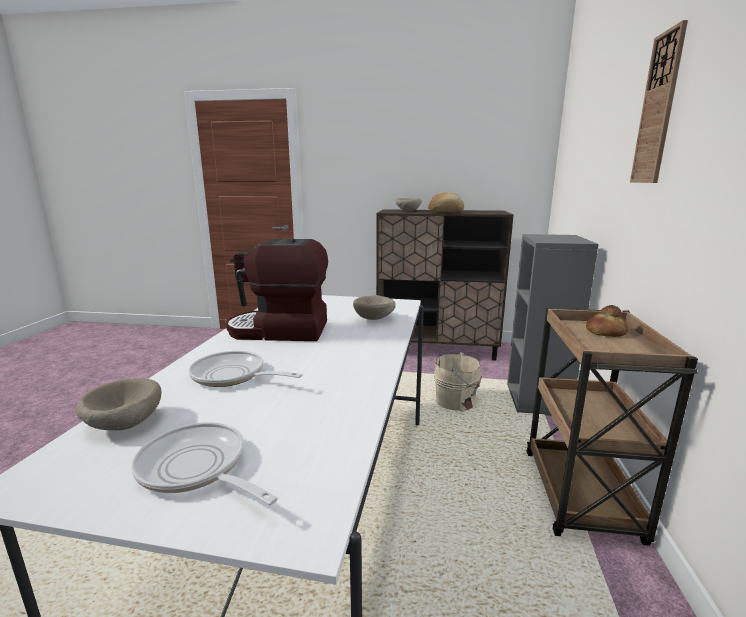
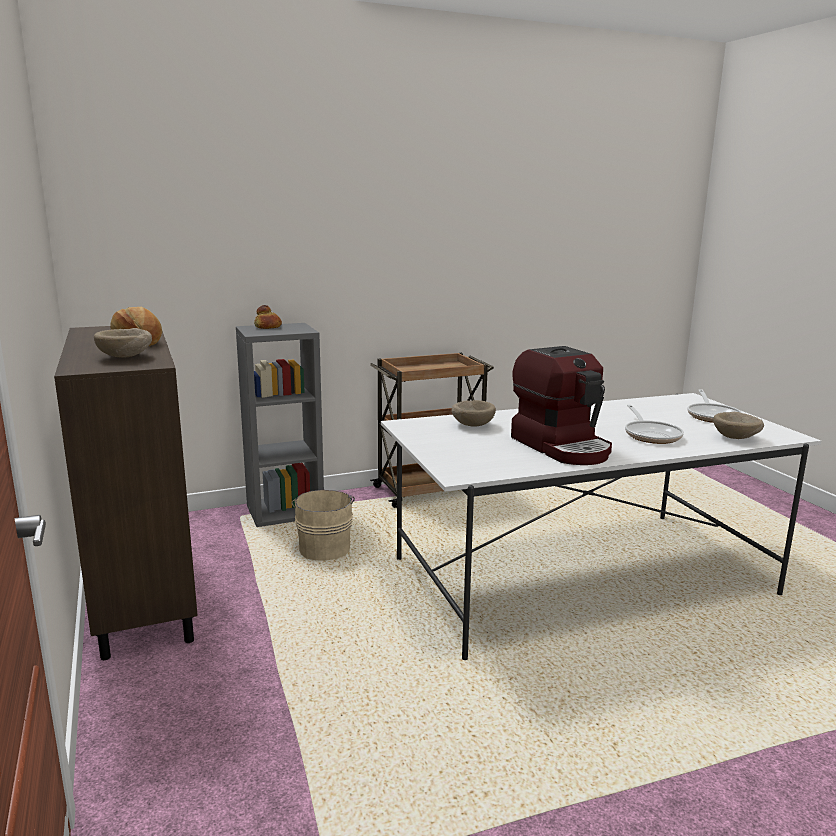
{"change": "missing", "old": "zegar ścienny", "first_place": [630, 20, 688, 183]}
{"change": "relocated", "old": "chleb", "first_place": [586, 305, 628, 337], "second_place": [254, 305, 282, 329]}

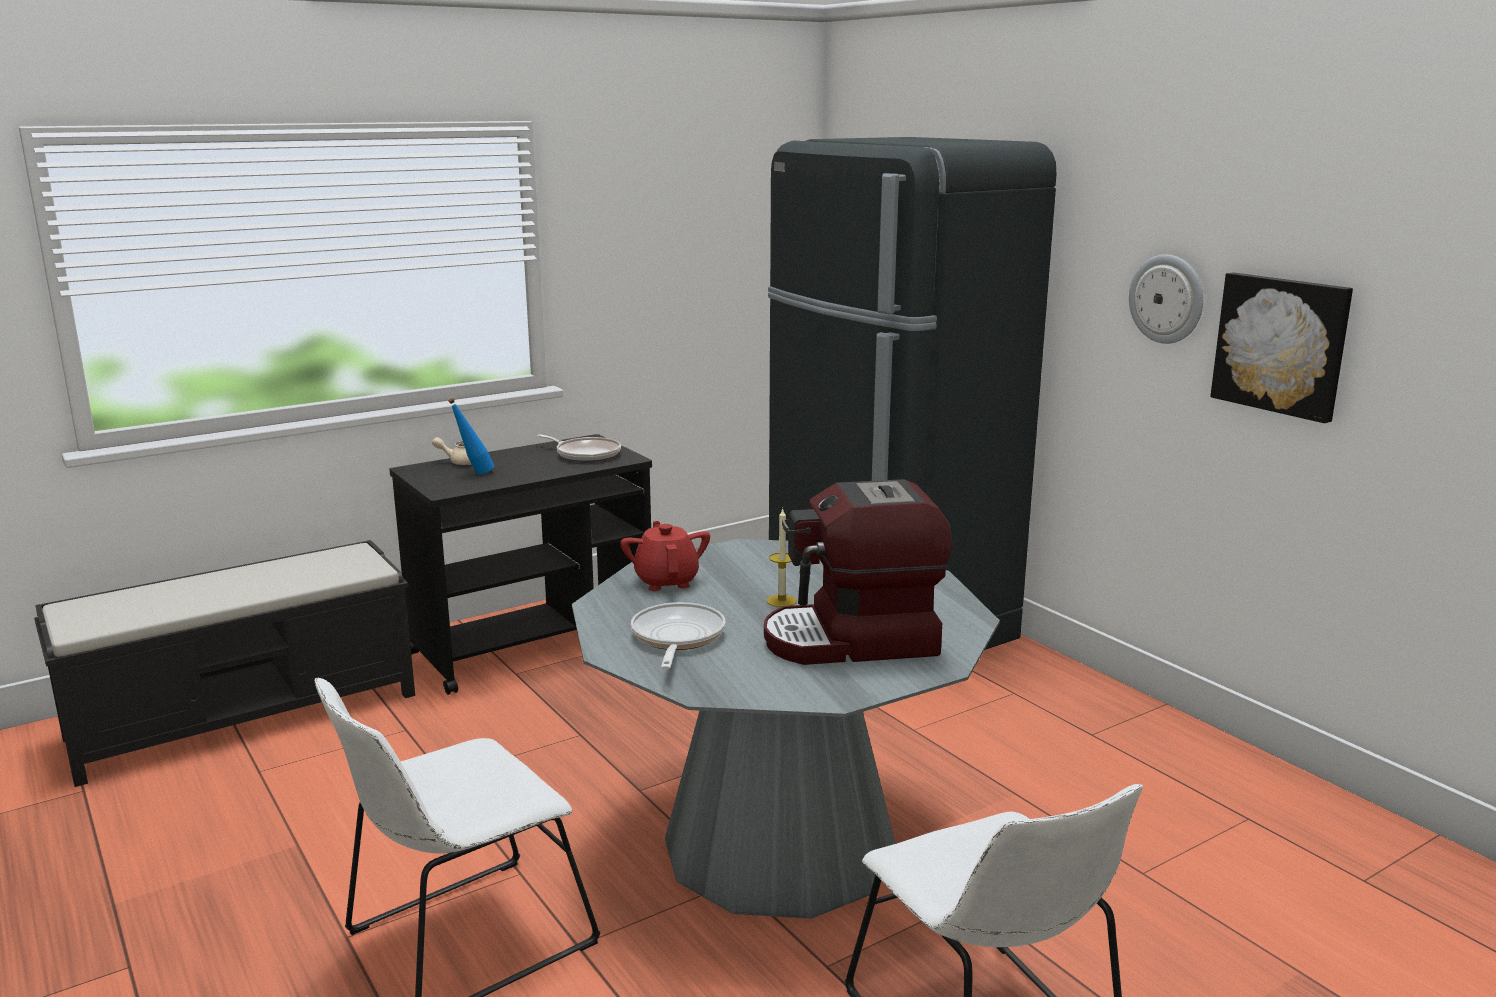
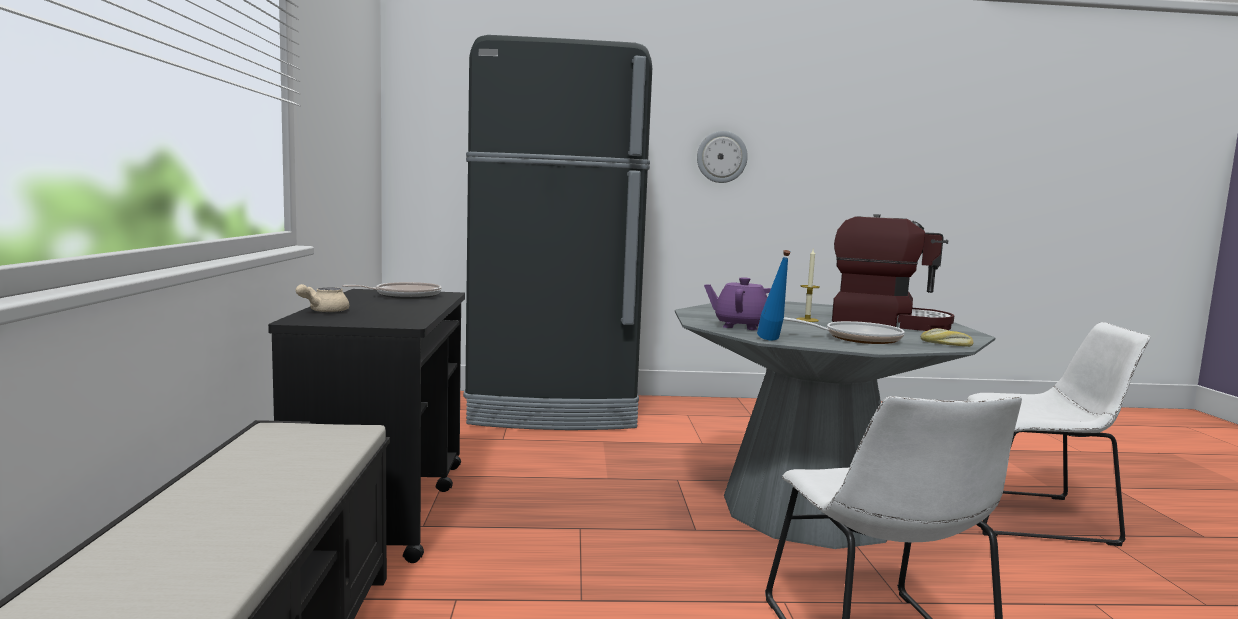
{"change": "missing", "old": "obraz", "first_place": [1211, 272, 1353, 423]}
{"change": "relocated", "old": "butelka [niebieski]", "first_place": [448, 398, 494, 474], "second_place": [757, 250, 791, 341]}
{"change": "spun", "old": "ekspres do kawy", "first_place": [764, 479, 952, 665], "second_place": [832, 214, 955, 331], "degrees": -90}
{"change": "colour", "old": "imbryk [czerwony]", "new": "imbryk [fioletowy]", "first_place": [621, 521, 710, 591], "second_place": [704, 277, 771, 330]}
{"change": "spun", "old": "patelnia", "first_place": [631, 602, 726, 670], "second_place": [783, 317, 905, 344], "degrees": 150}
{"change": "appeared", "new": "chleb", "second_place": [921, 328, 973, 347]}

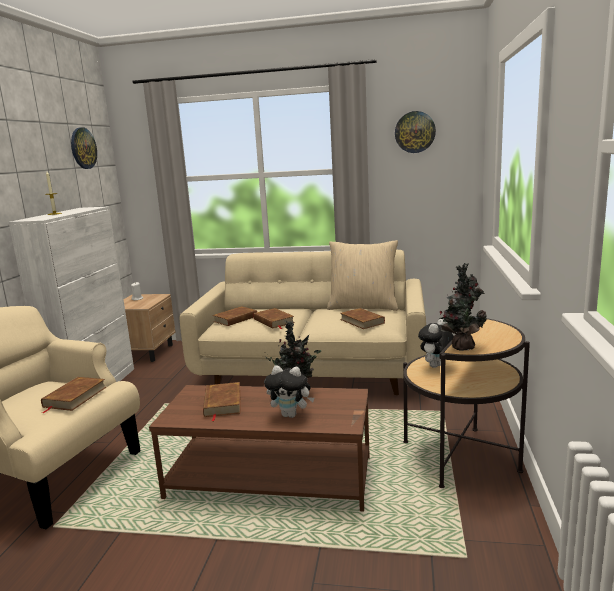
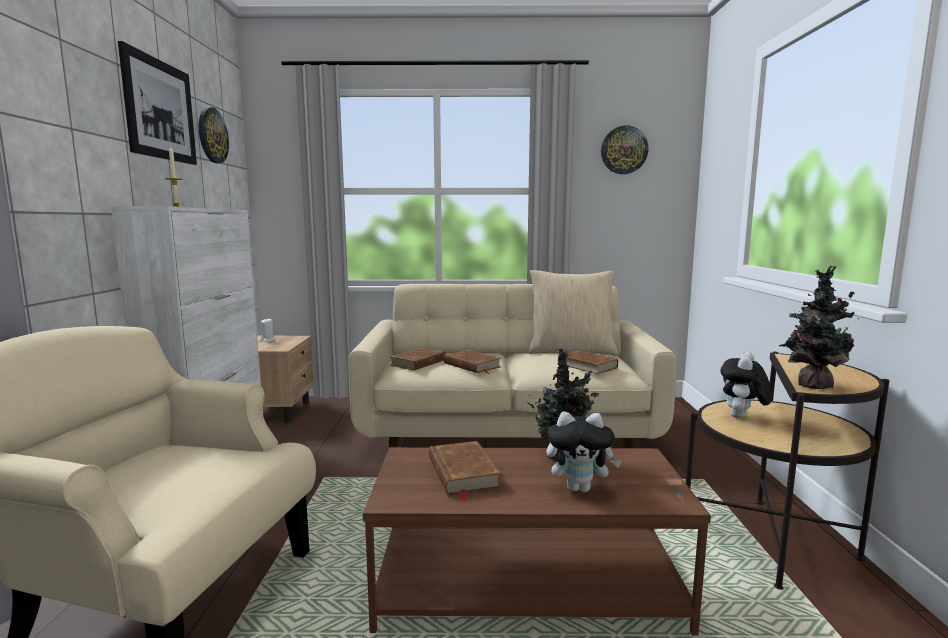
{"change": "missing", "old": "książka [brązowy]", "first_place": [41, 377, 106, 413]}
{"change": "appeared", "new": "obraz", "second_place": [118, 41, 197, 165]}

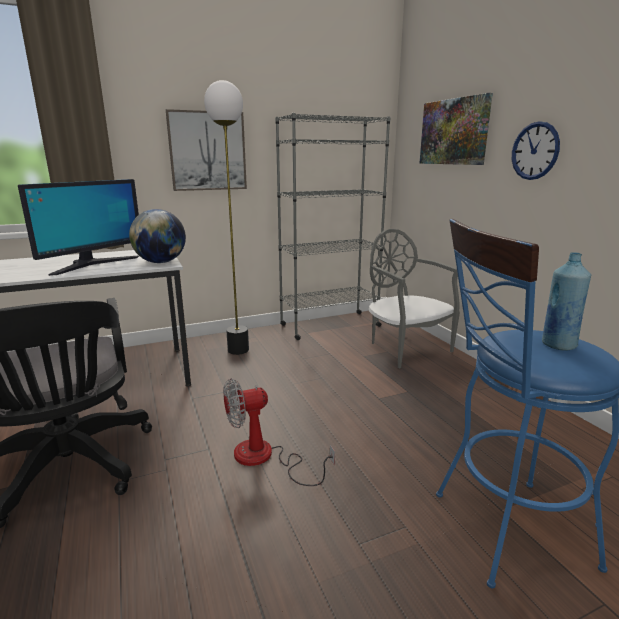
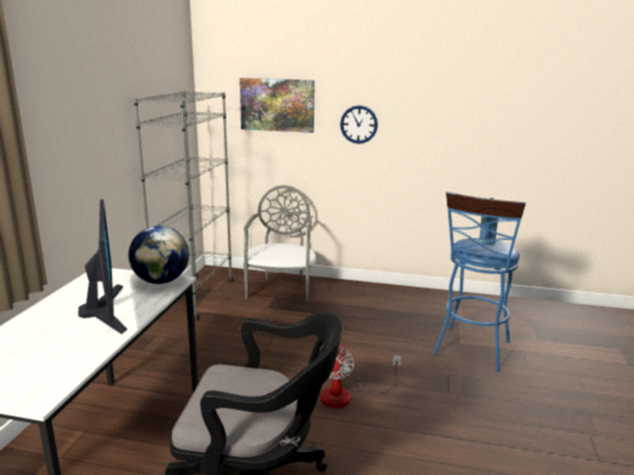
{"change": "missing", "old": "lampa stojąca", "first_place": [204, 80, 249, 355]}
{"change": "missing", "old": "obraz", "first_place": [166, 109, 247, 191]}
{"change": "spun", "old": "krzesło [szary]", "first_place": [369, 229, 460, 368], "second_place": [243, 185, 316, 303], "degrees": 90}

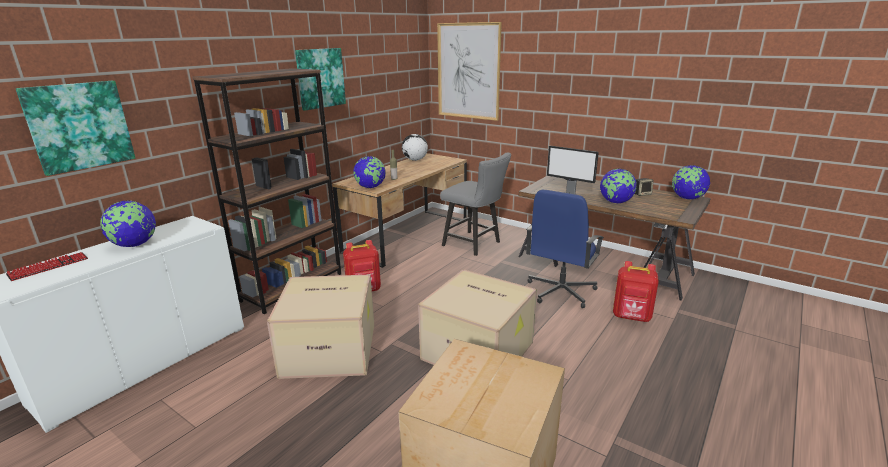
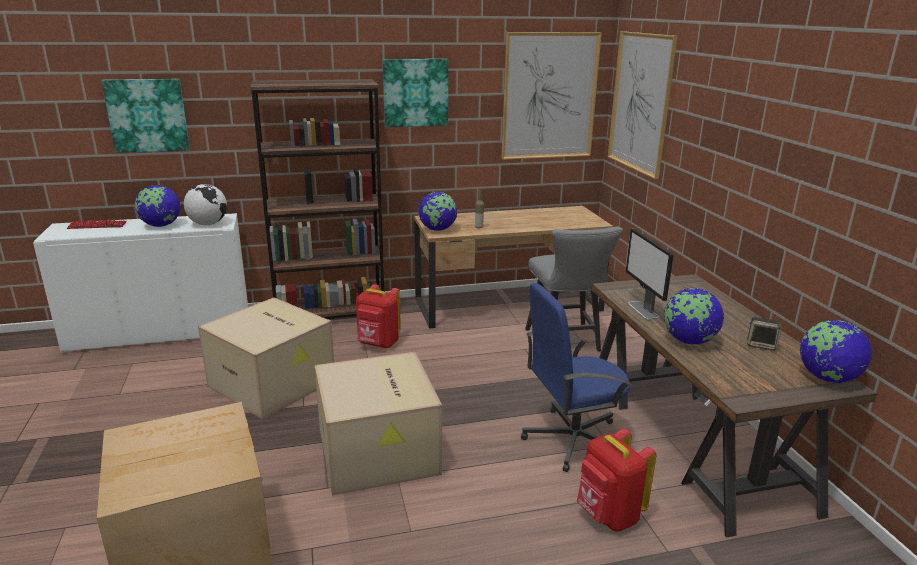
{"change": "relocated", "old": "globus", "first_place": [402, 134, 428, 161], "second_place": [184, 184, 227, 225]}
{"change": "appeared", "new": "obraz", "second_place": [501, 32, 602, 160]}

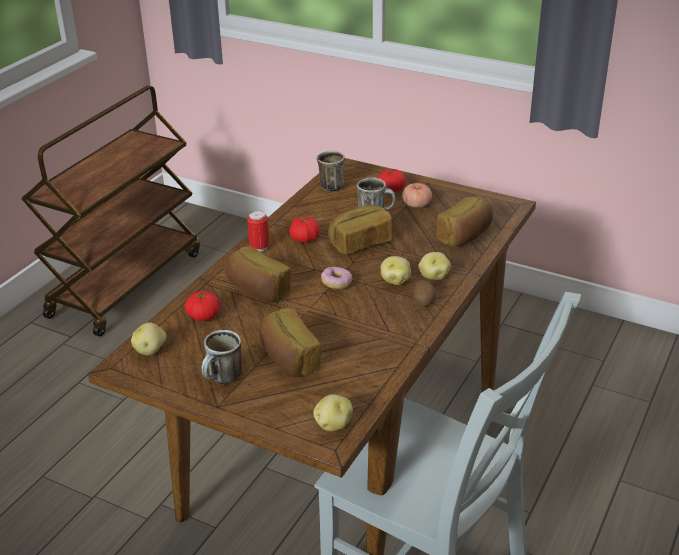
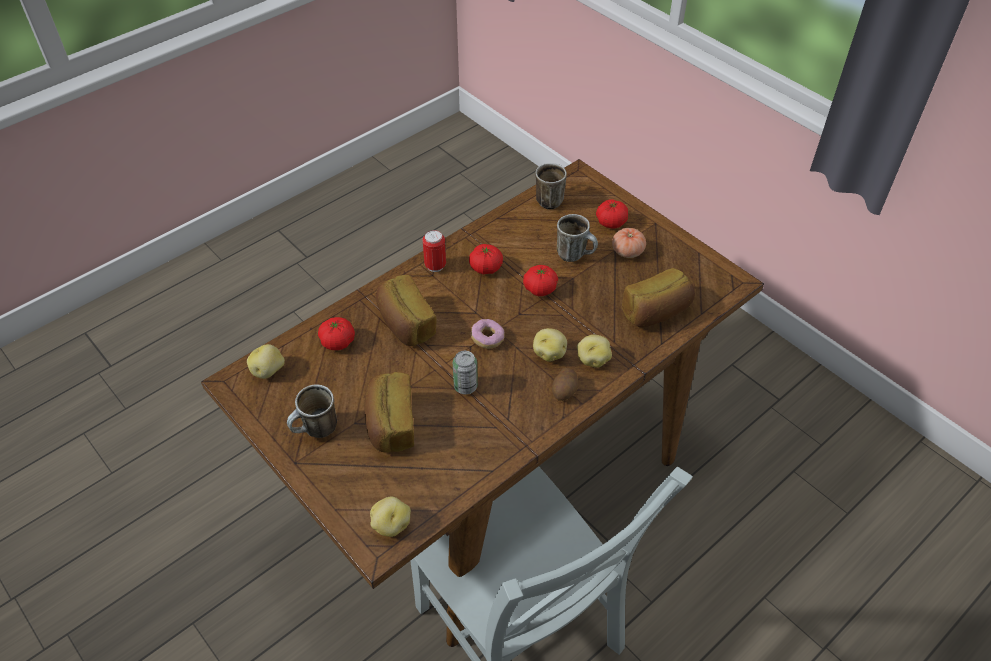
{"change": "missing", "old": "wózek [brązowy]", "first_place": [21, 85, 200, 337]}
{"change": "exchanged", "old": "chleb", "new": "pomidor", "first_place": [328, 205, 392, 255], "second_place": [523, 265, 558, 296]}
{"change": "appeared", "new": "puszka", "second_place": [453, 351, 478, 395]}

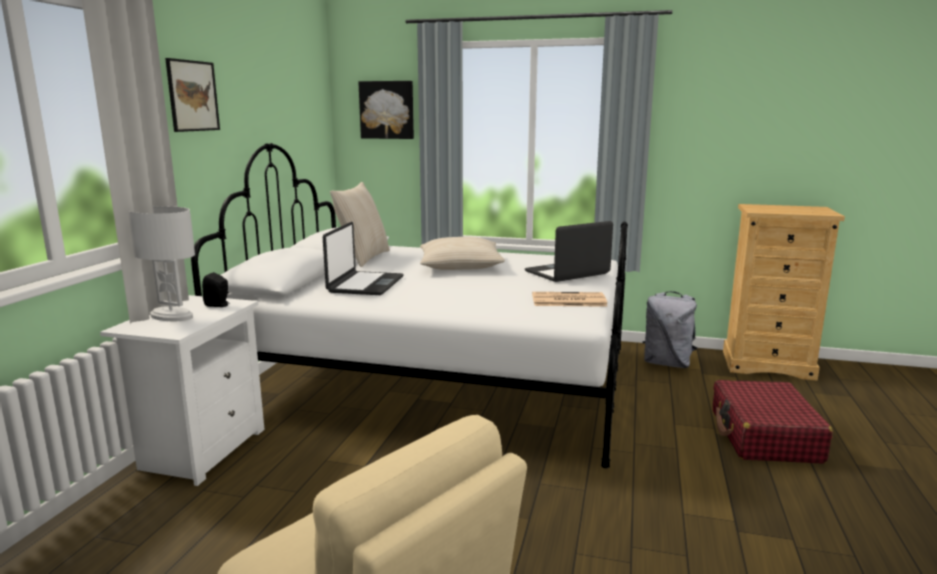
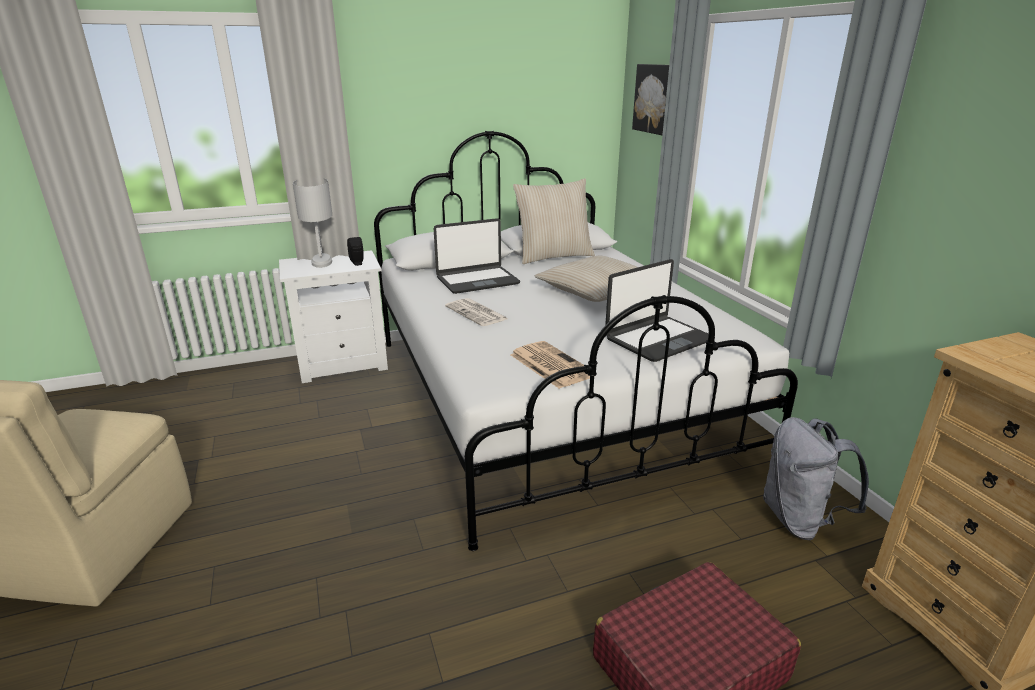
{"change": "missing", "old": "obraz", "first_place": [165, 58, 220, 132]}
{"change": "spun", "old": "laptop", "first_place": [525, 221, 613, 282], "second_place": [605, 259, 708, 362], "degrees": 120}
{"change": "appeared", "new": "gazeta", "second_place": [445, 298, 508, 326]}

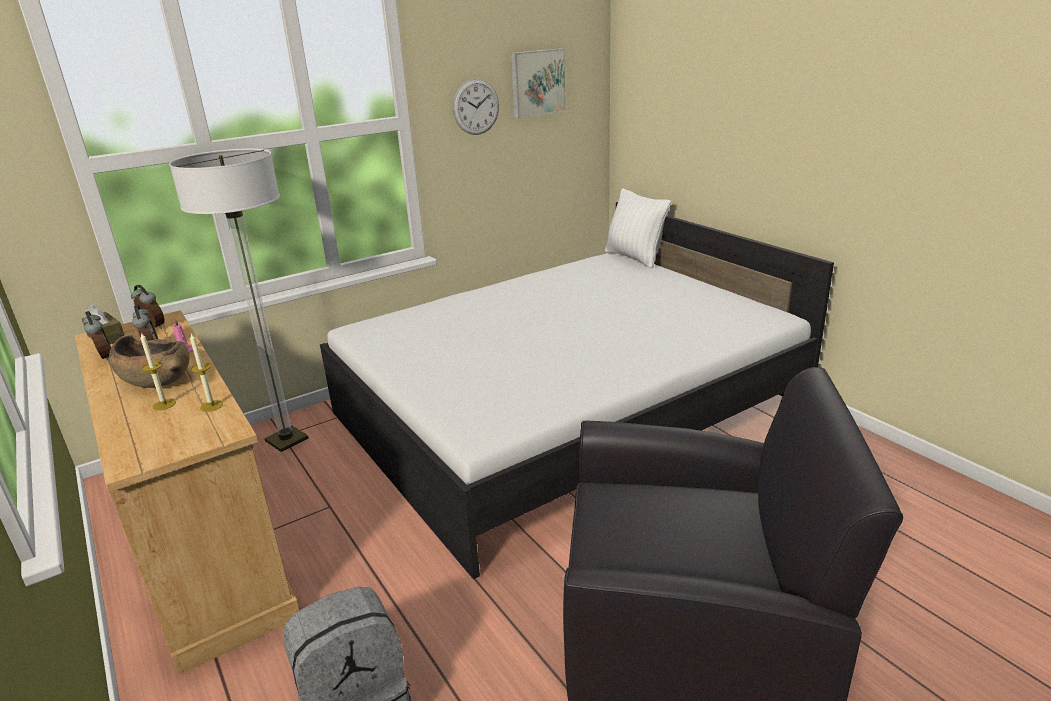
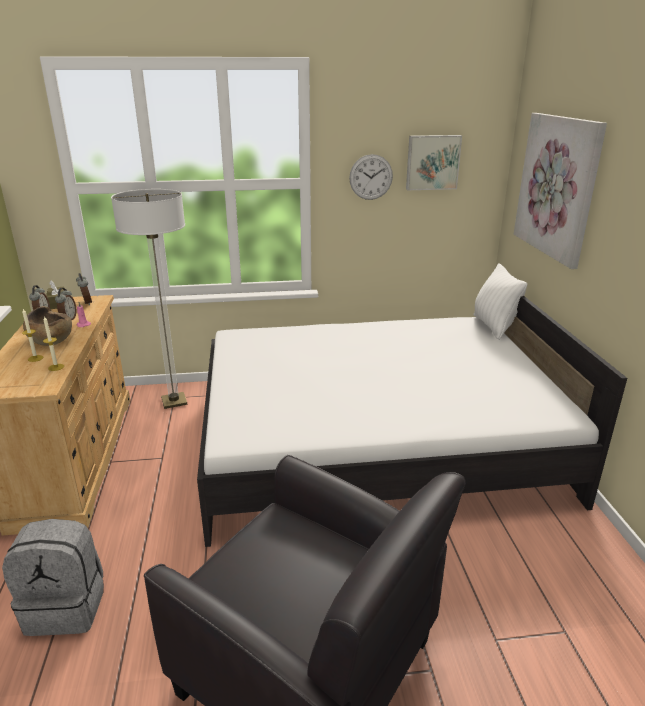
{"change": "appeared", "new": "obraz", "second_place": [514, 113, 607, 269]}

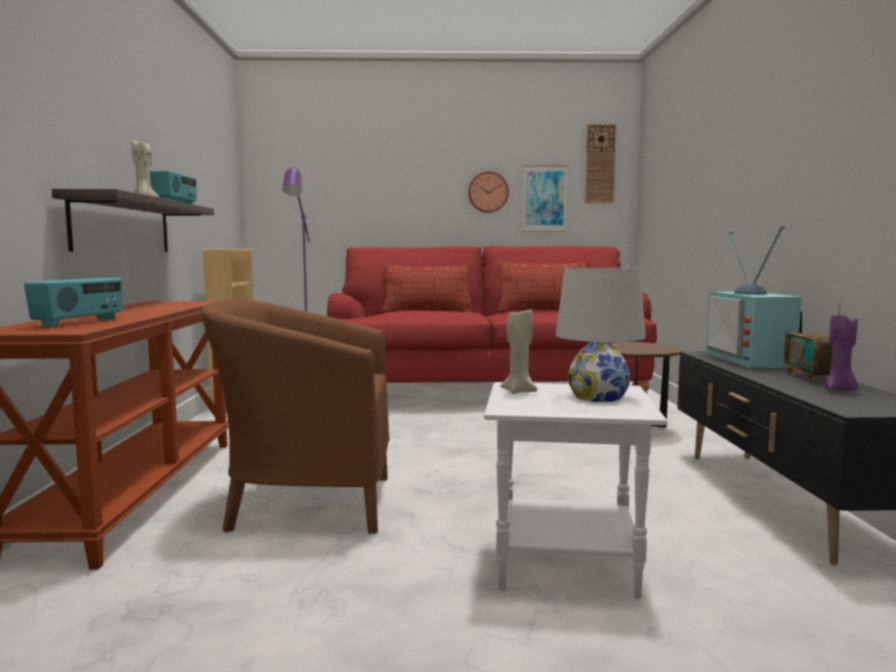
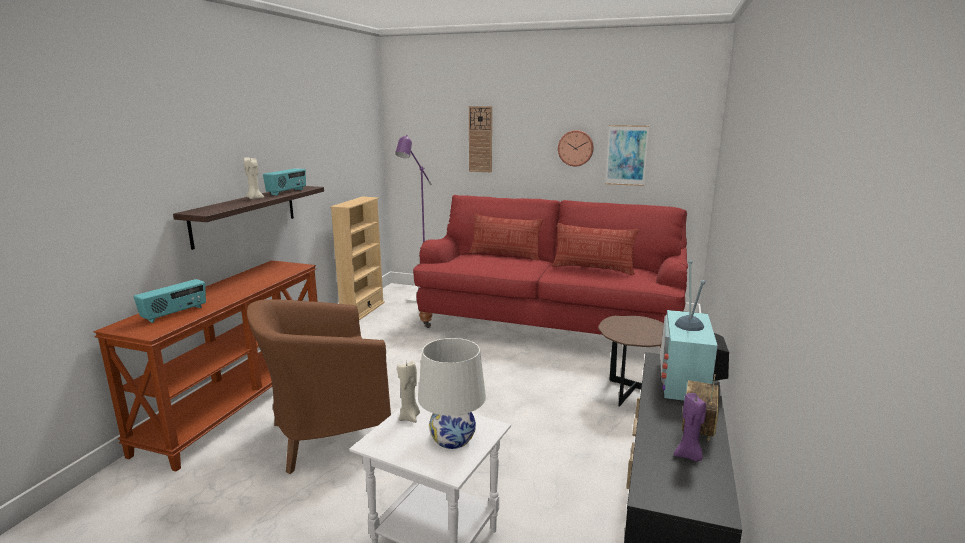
{"change": "relocated", "old": "zegar ścienny", "first_place": [585, 124, 616, 203], "second_place": [469, 106, 492, 172]}
{"change": "spun", "old": "fotel [brązowy]", "first_place": [202, 299, 389, 534], "second_place": [247, 299, 391, 474], "degrees": -45}

